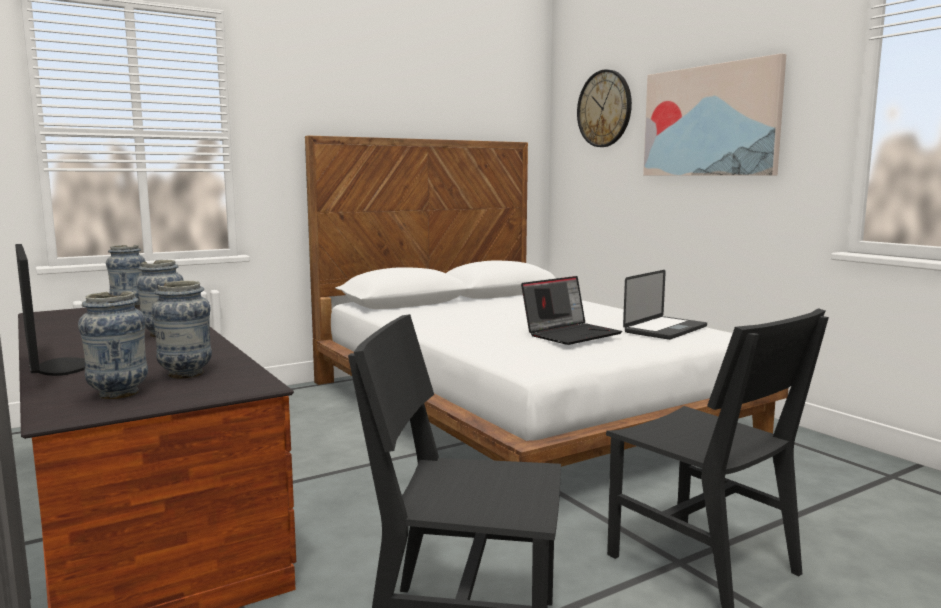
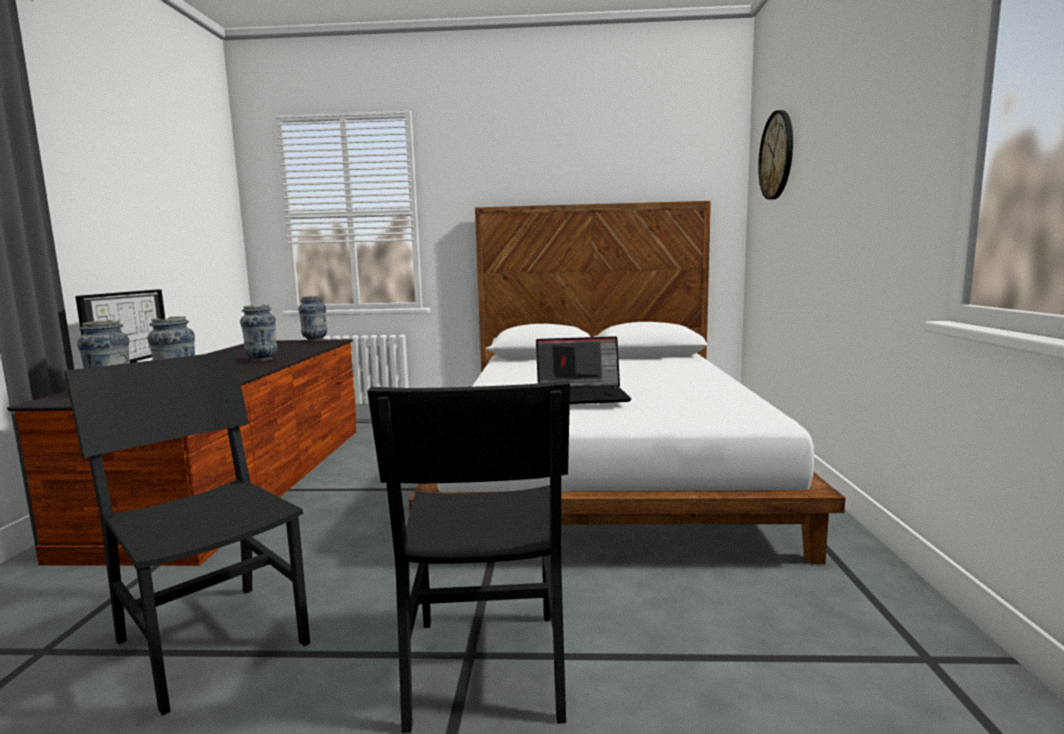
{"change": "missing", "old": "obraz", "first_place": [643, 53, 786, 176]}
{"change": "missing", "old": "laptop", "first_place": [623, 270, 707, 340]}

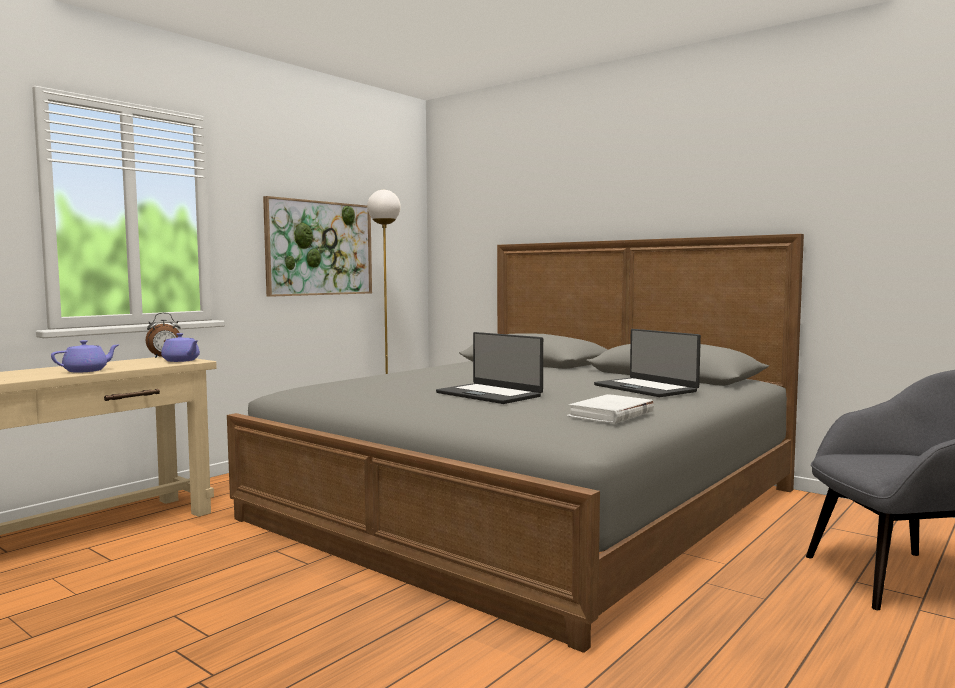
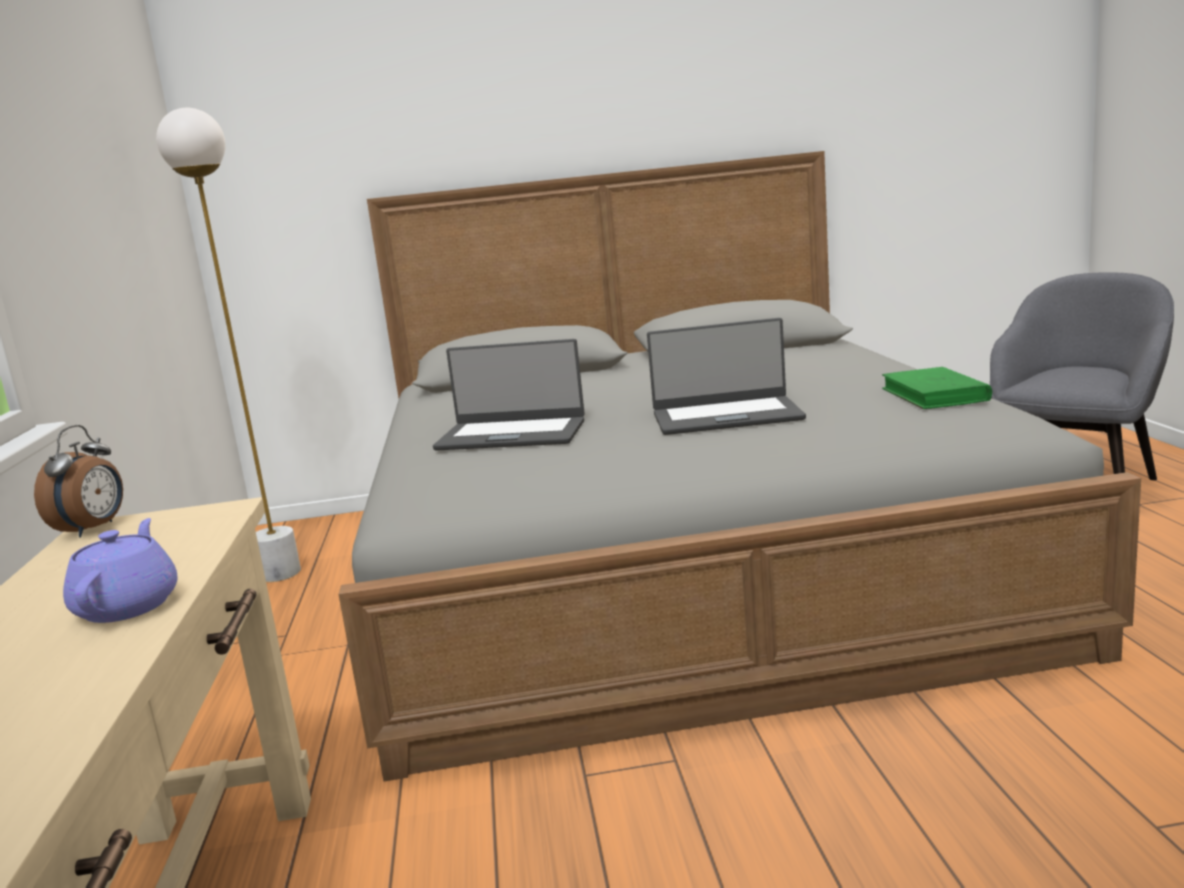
{"change": "missing", "old": "obraz", "first_place": [263, 196, 372, 297]}
{"change": "relocated", "old": "laptop", "first_place": [594, 329, 701, 397], "second_place": [433, 339, 585, 451]}
{"change": "missing", "old": "imbryk [fioletowy]", "first_place": [161, 333, 200, 362]}
{"change": "colour", "old": "książka [biały]", "new": "książka [zielony]", "first_place": [566, 394, 654, 424], "second_place": [882, 367, 992, 409]}

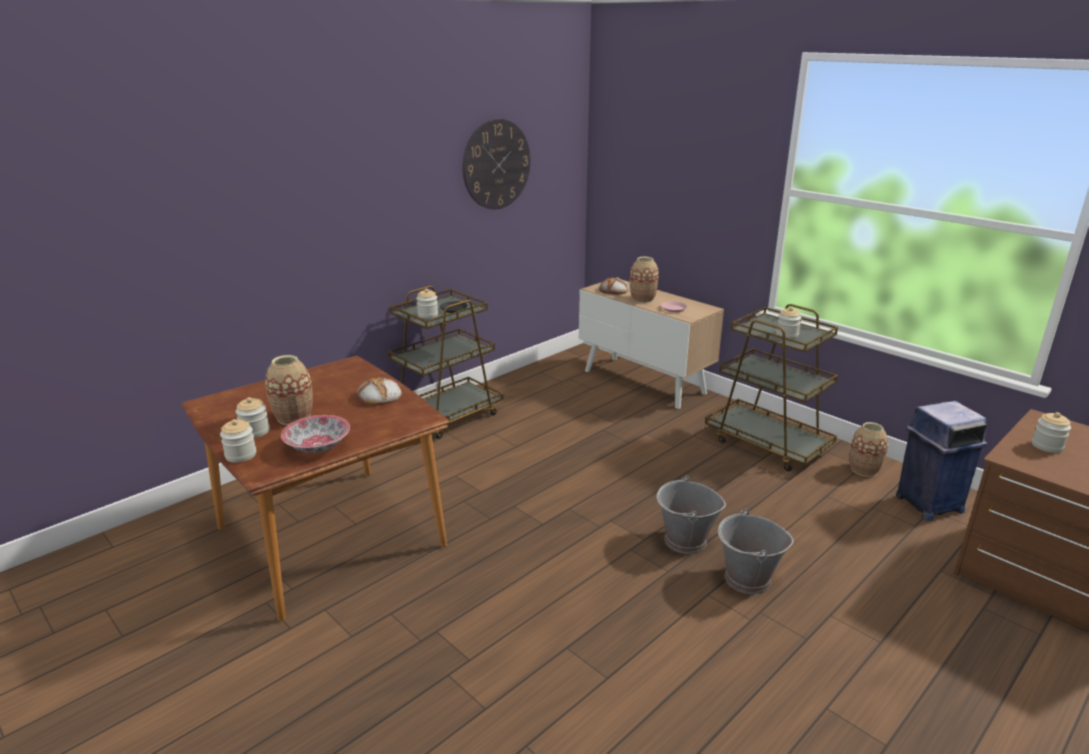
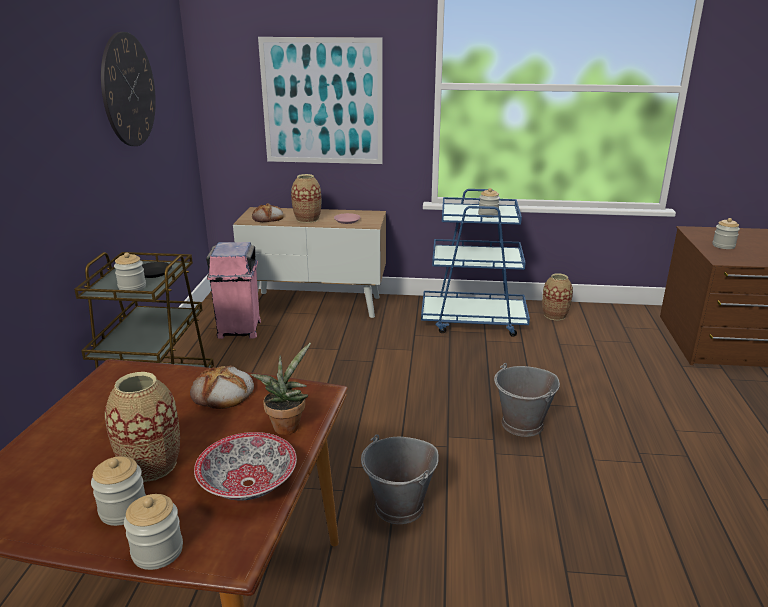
{"change": "colour", "old": "wózek [brązowy]", "new": "wózek [niebieski]", "first_place": [705, 304, 838, 472], "second_place": [421, 189, 530, 337]}
{"change": "missing", "old": "kosz na śmieci [niebieski]", "first_place": [896, 401, 987, 521]}
{"change": "relocated", "old": "wiadro [szary]", "first_place": [718, 509, 794, 594], "second_place": [361, 434, 439, 524]}
{"change": "appeared", "new": "obraz", "second_place": [258, 37, 383, 164]}
{"change": "appeared", "new": "kosz na śmieci [różowy]", "second_place": [206, 242, 261, 339]}
{"change": "appeared", "new": "roślina doniczkowa", "second_place": [250, 343, 311, 435]}

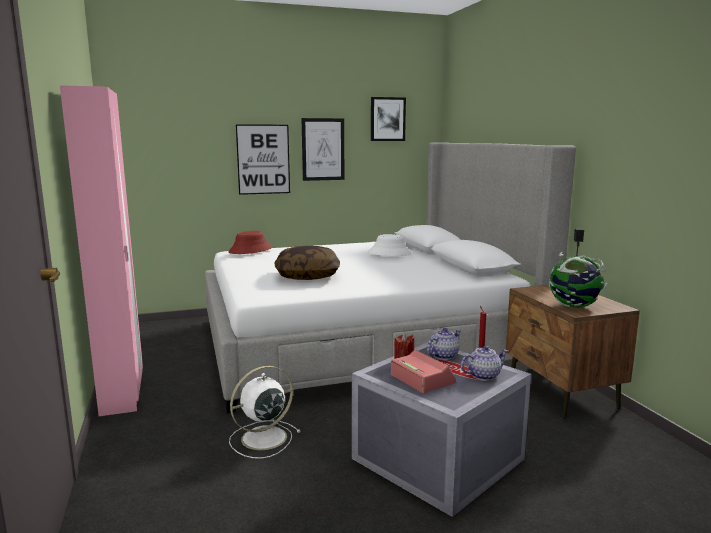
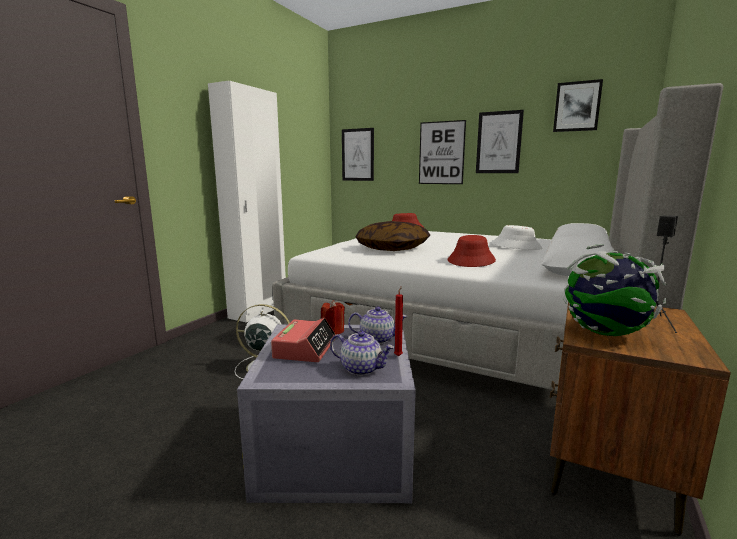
{"change": "colour", "old": "szafa [różowy]", "new": "szafa [biały]", "first_place": [60, 85, 143, 416], "second_place": [208, 81, 286, 322]}
{"change": "appeared", "new": "obraz", "second_place": [342, 128, 374, 181]}
{"change": "appeared", "new": "kapelusz [czerwony]", "second_place": [448, 235, 496, 267]}

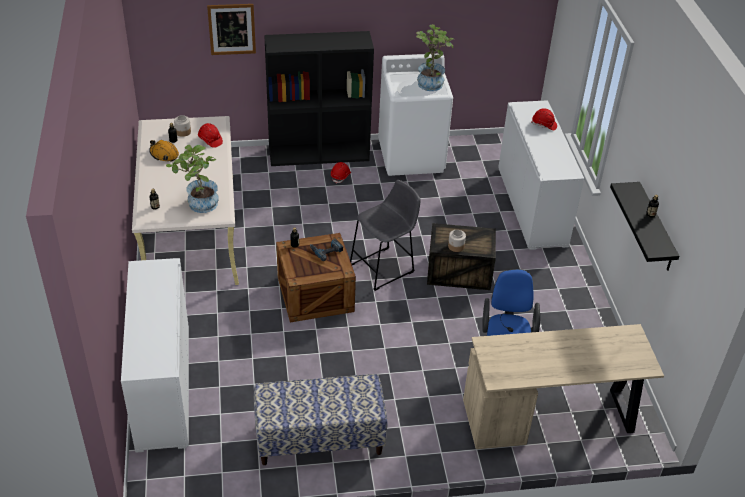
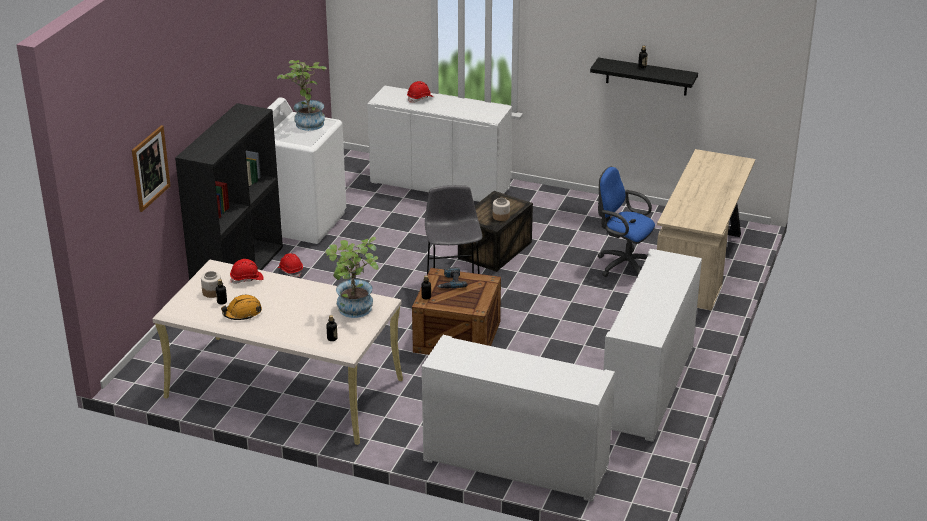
{"change": "exchanged", "old": "ławka", "new": "szafka [biały]", "first_place": [254, 374, 388, 465], "second_place": [603, 249, 702, 442]}

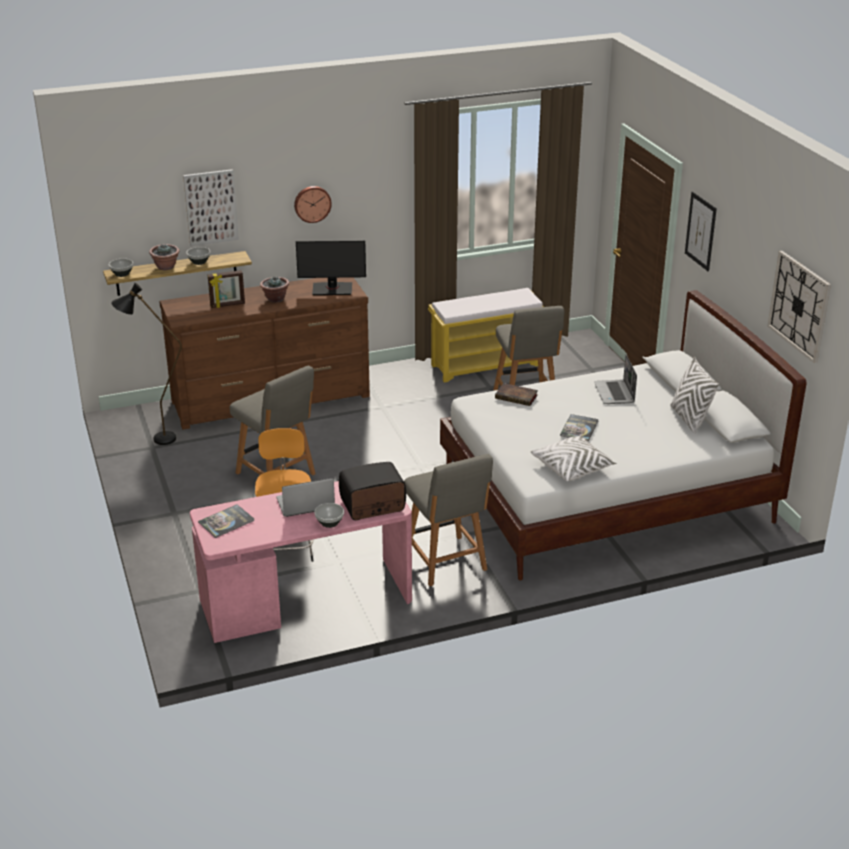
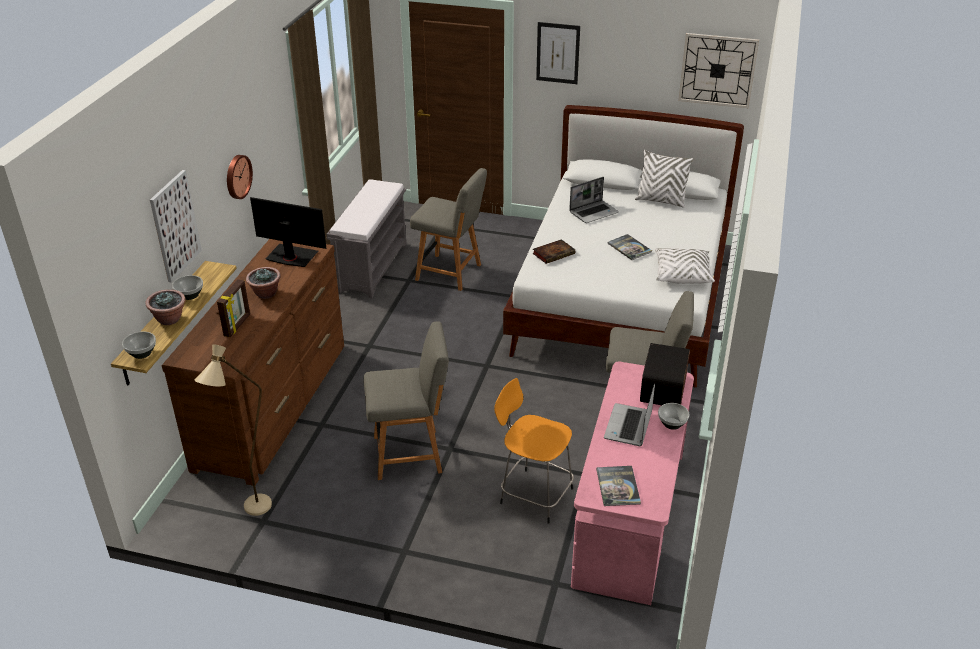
{"change": "spun", "old": "monitor", "first_place": [296, 241, 366, 295], "second_place": [250, 197, 327, 267], "degrees": -105}
{"change": "colour", "old": "lampa stojąca [czarny]", "new": "lampa stojąca [beżowy]", "first_place": [111, 282, 182, 445], "second_place": [195, 344, 272, 516]}
{"change": "colour", "old": "ławka [żółty]", "new": "ławka [szary]", "first_place": [428, 288, 544, 383], "second_place": [327, 179, 406, 298]}
{"change": "spun", "old": "laptop", "first_place": [594, 355, 637, 404], "second_place": [569, 177, 619, 223], "degrees": -60}

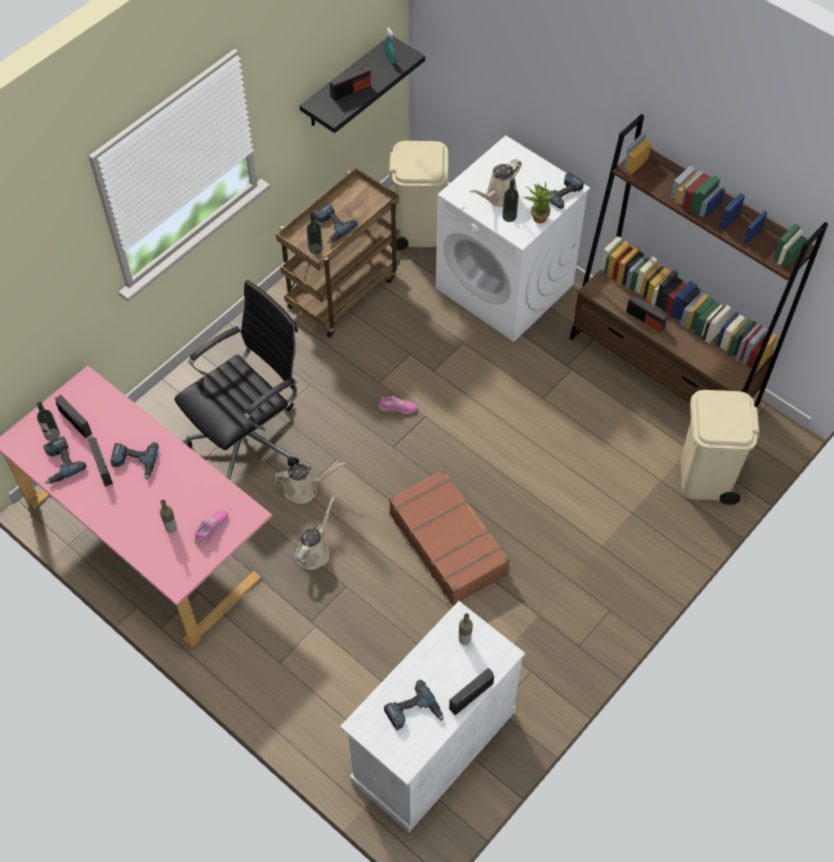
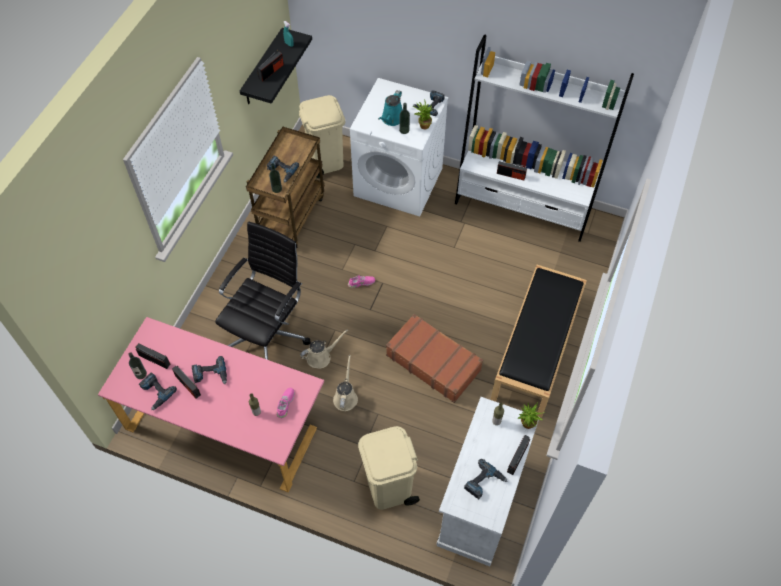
{"change": "colour", "old": "regał [brązowy]", "new": "regał [biały]", "first_place": [569, 114, 828, 407], "second_place": [455, 34, 634, 242]}
{"change": "colour", "old": "konewka [beżowy]", "new": "konewka [turkusowy]", "first_place": [470, 159, 522, 207], "second_place": [378, 90, 403, 126]}
{"change": "relocated", "old": "kosz na śmieci [beżowy]", "first_place": [680, 390, 759, 505], "second_place": [358, 426, 420, 510]}
{"change": "appeared", "new": "ławka [czarny]", "second_place": [491, 265, 587, 417]}
{"change": "appeared", "new": "roślina doniczkowa", "second_place": [517, 402, 545, 429]}

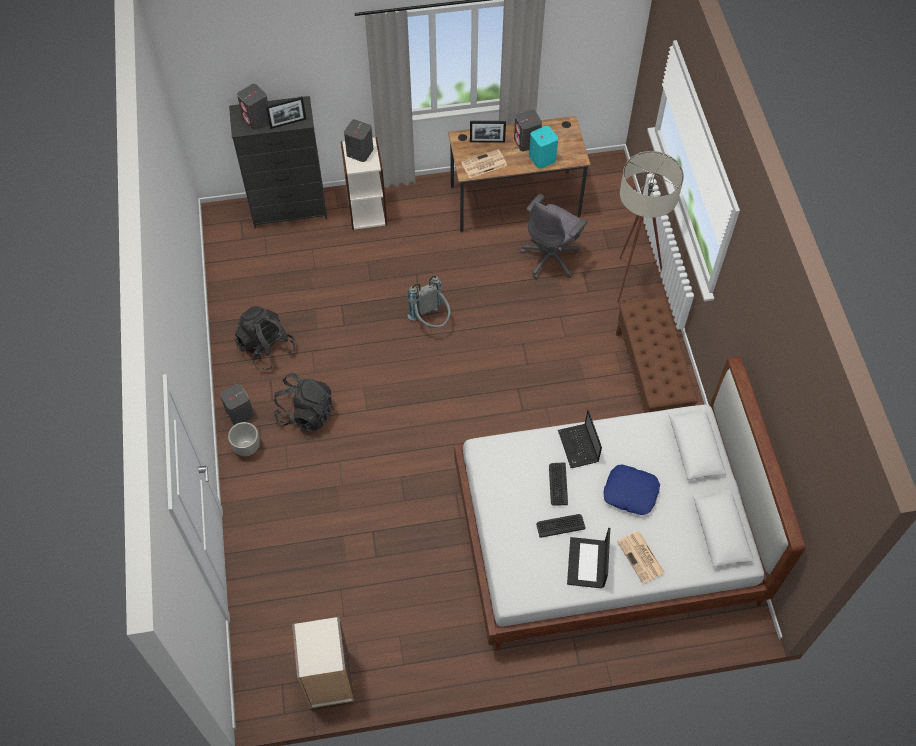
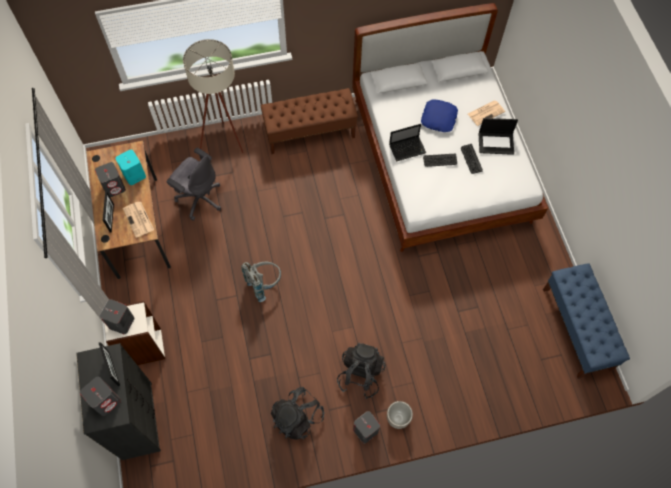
{"change": "exchanged", "old": "regał", "new": "ławka [niebieski]", "first_place": [292, 617, 354, 709], "second_place": [543, 263, 630, 379]}

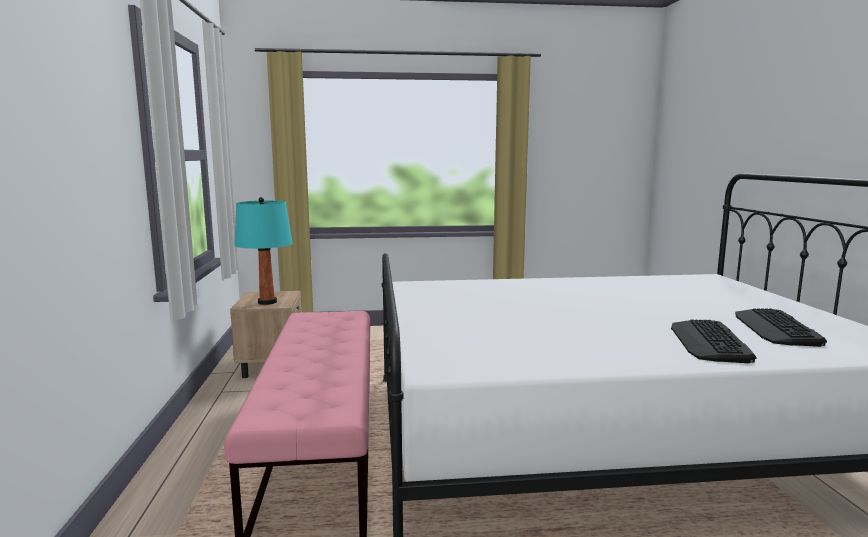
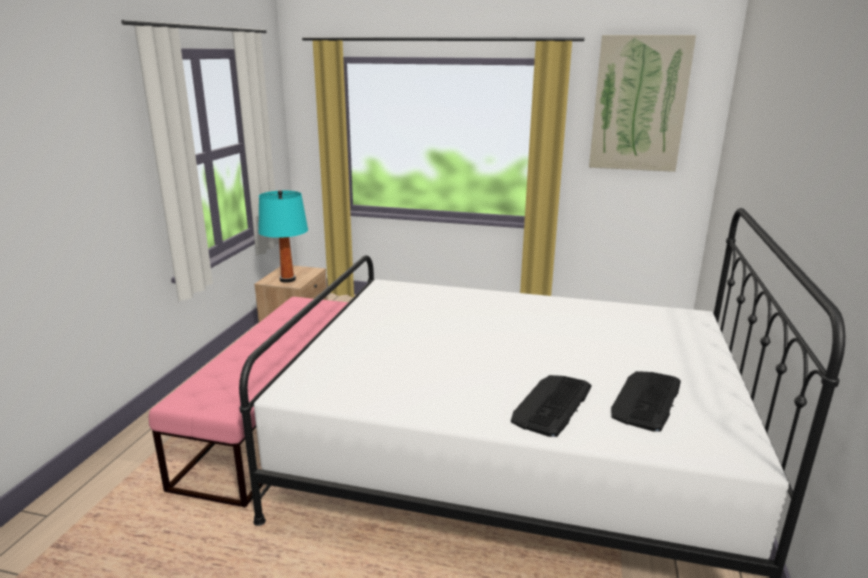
{"change": "appeared", "new": "obraz", "second_place": [589, 35, 696, 172]}

